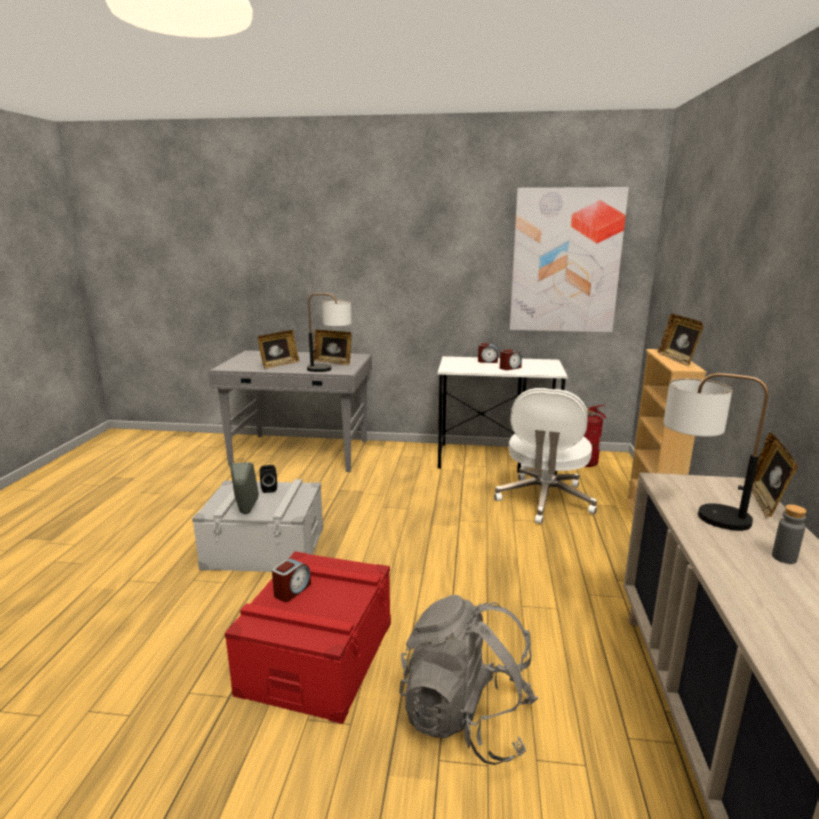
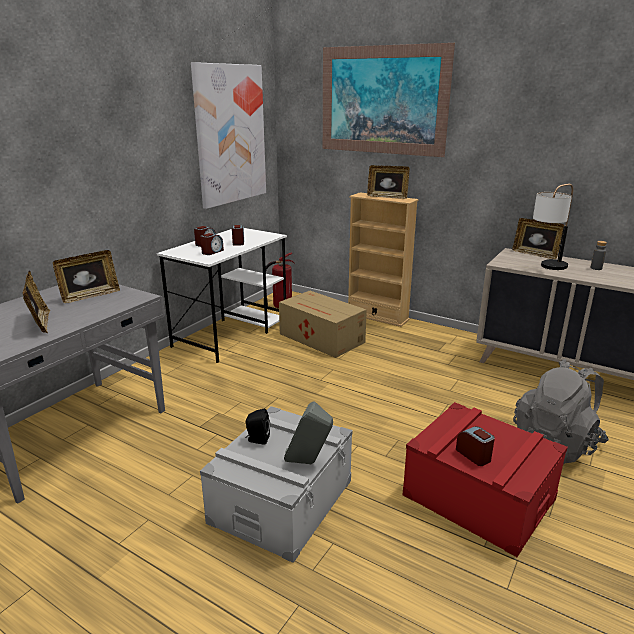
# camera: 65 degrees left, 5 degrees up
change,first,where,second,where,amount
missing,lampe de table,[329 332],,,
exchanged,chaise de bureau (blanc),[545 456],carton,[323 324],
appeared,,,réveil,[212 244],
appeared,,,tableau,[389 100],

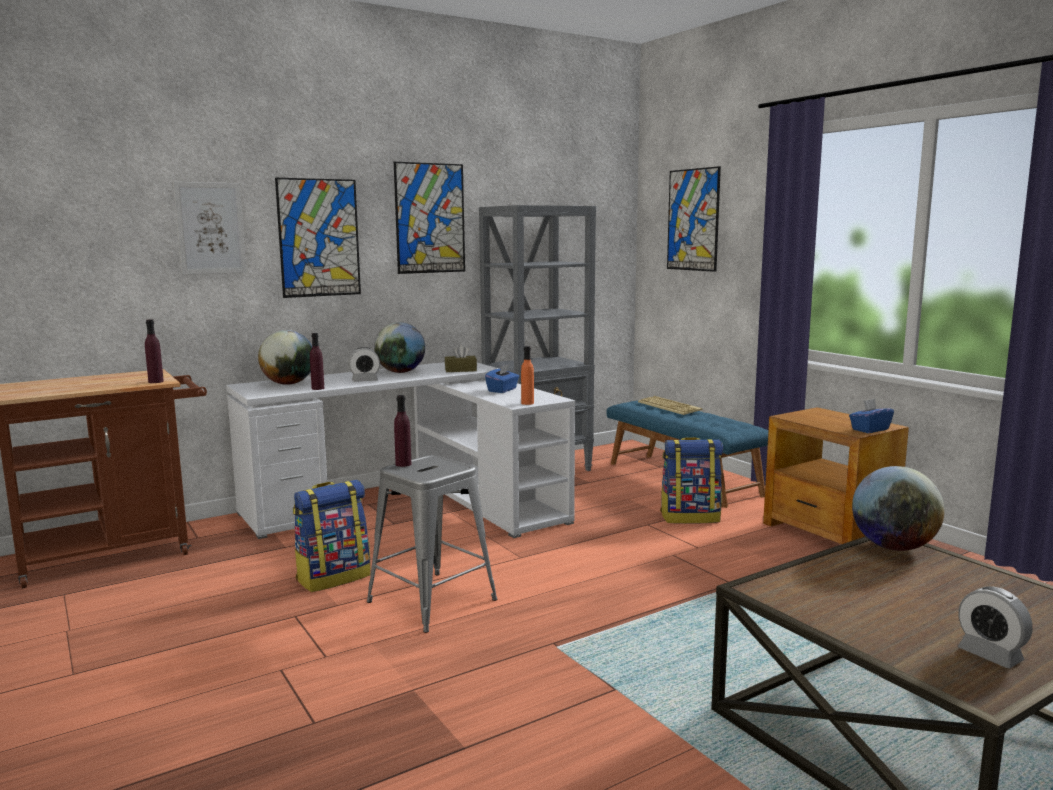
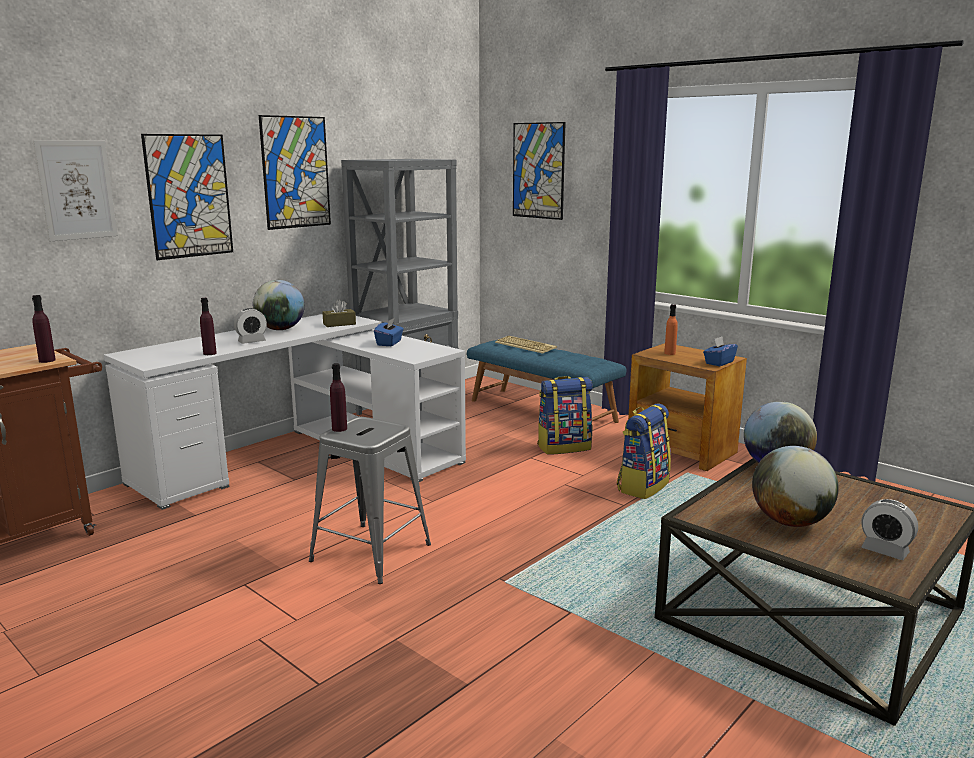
# camera: 15 degrees left, 5 degrees up
change,first,where,second,where,amount
relocated,globe,[285 357],,[795 486],
relocated,sac à dos,[332 536],,[644 451],
relocated,bouteille (orange),[527 375],,[671 329],

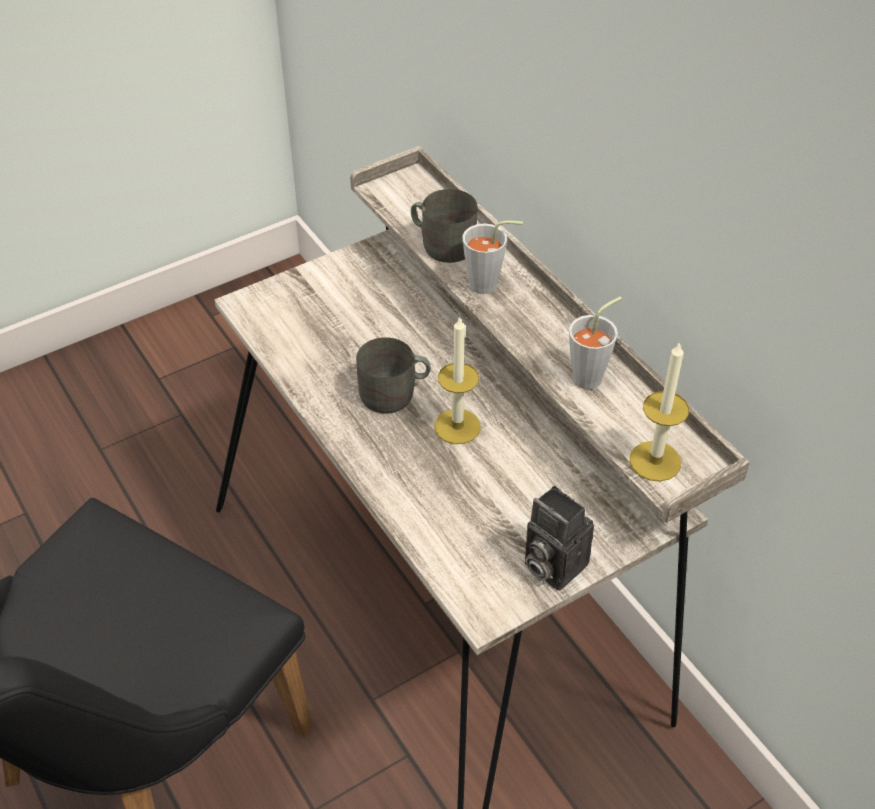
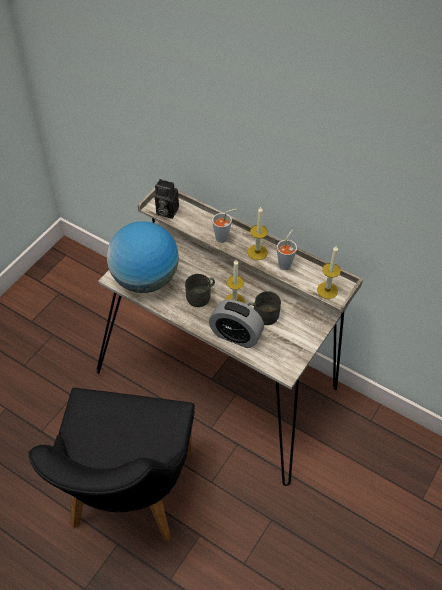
# camera: 25 degrees left, 5 degrees up
change,first,where,second,where,amount
relocated,mug (gris),[444 226],,[264 308],
relocated,appareil photo,[559 538],,[167 199],
appeared,,,globe,[143 257],
appeared,,,réveil,[236 324],
appeared,,,bougie,[257 233],

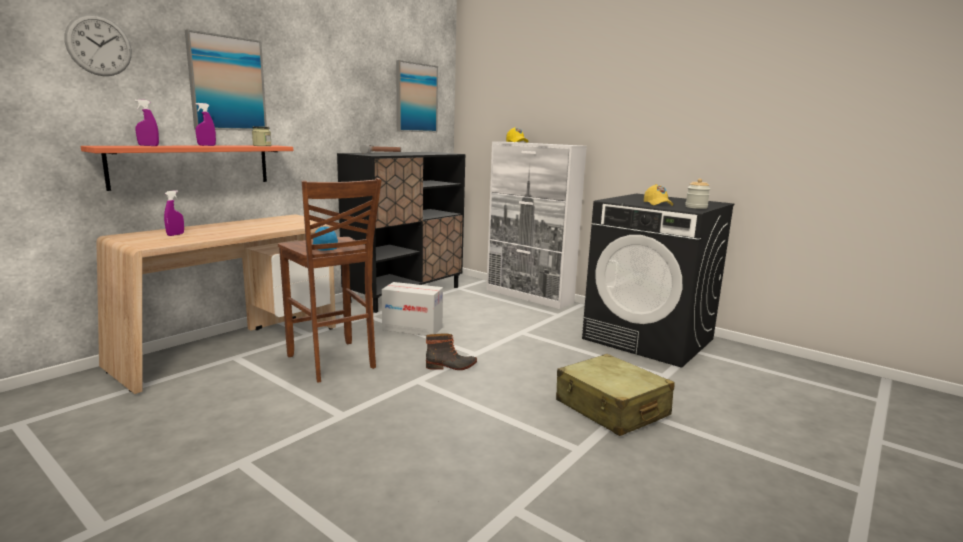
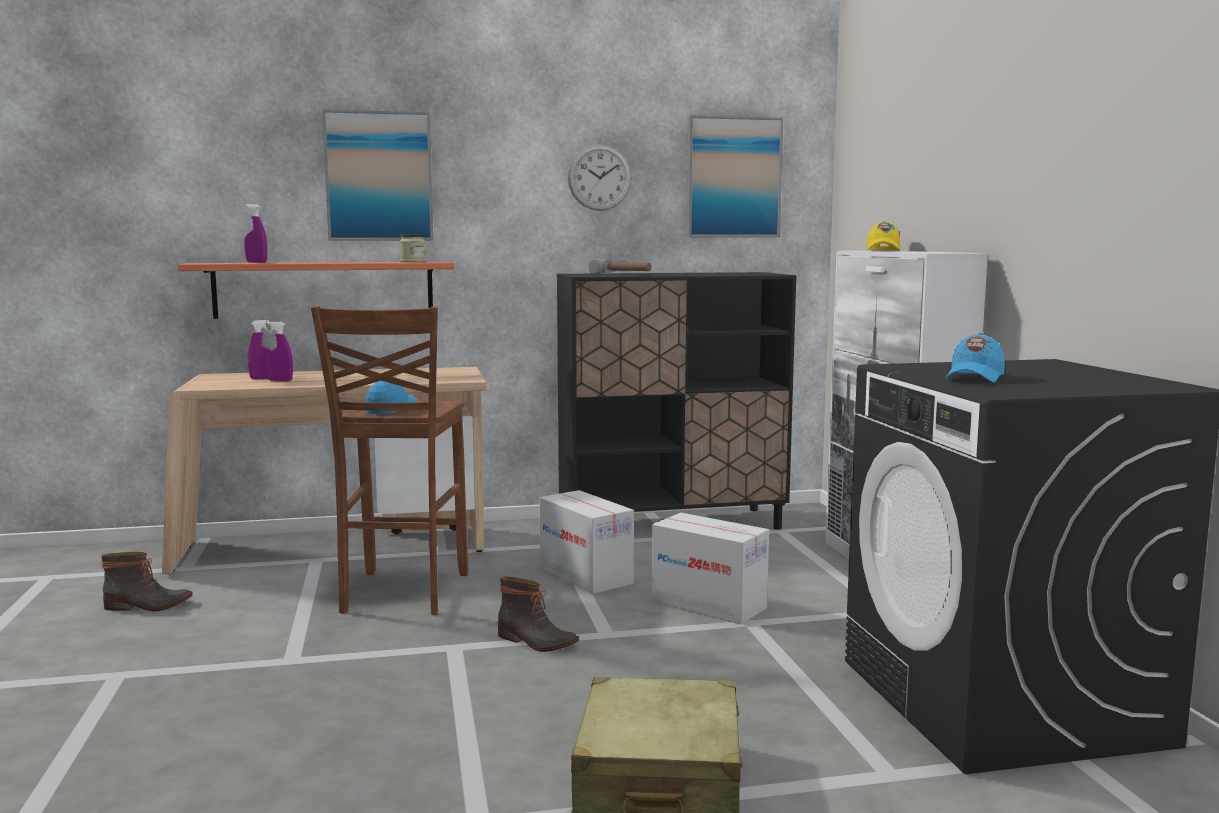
# camera: 40 degrees right, 5 degrees down
change,first,where,second,where,amount
relocated,horloge murale,[98 45],,[600 177],
relocated,vaporisateur (violet),[205 124],,[279 351],
colour,casquette (jaune),[658 195],casquette (bleu),[974 358],
missing,bocal,[697 194],,,
appeared,,,botte,[147 581],
appeared,,,carton,[710 568],

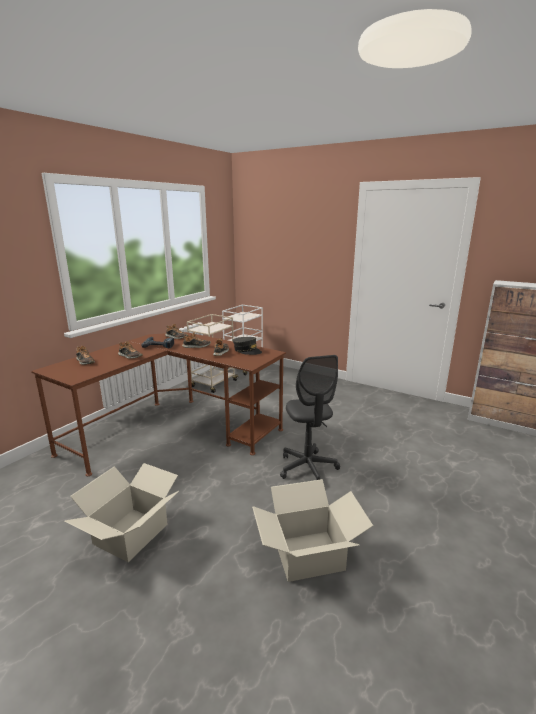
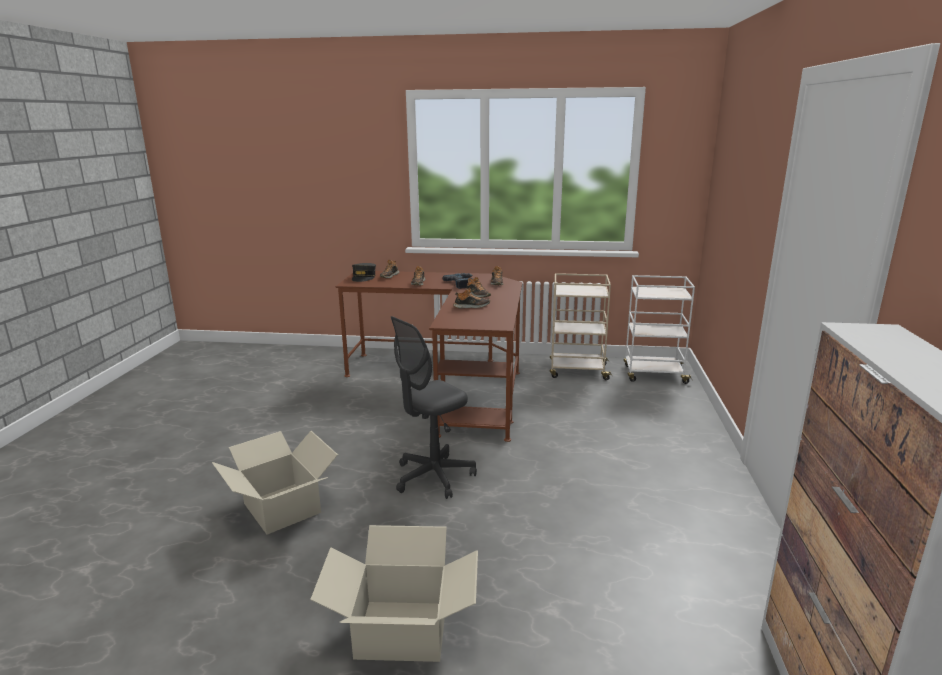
# camera: 65 degrees right, 0 degrees up
change,first,where,second,where,amount
relocated,carton,[122 512],,[394 593],
relocated,casquette (gris),[247 346],,[364 272],

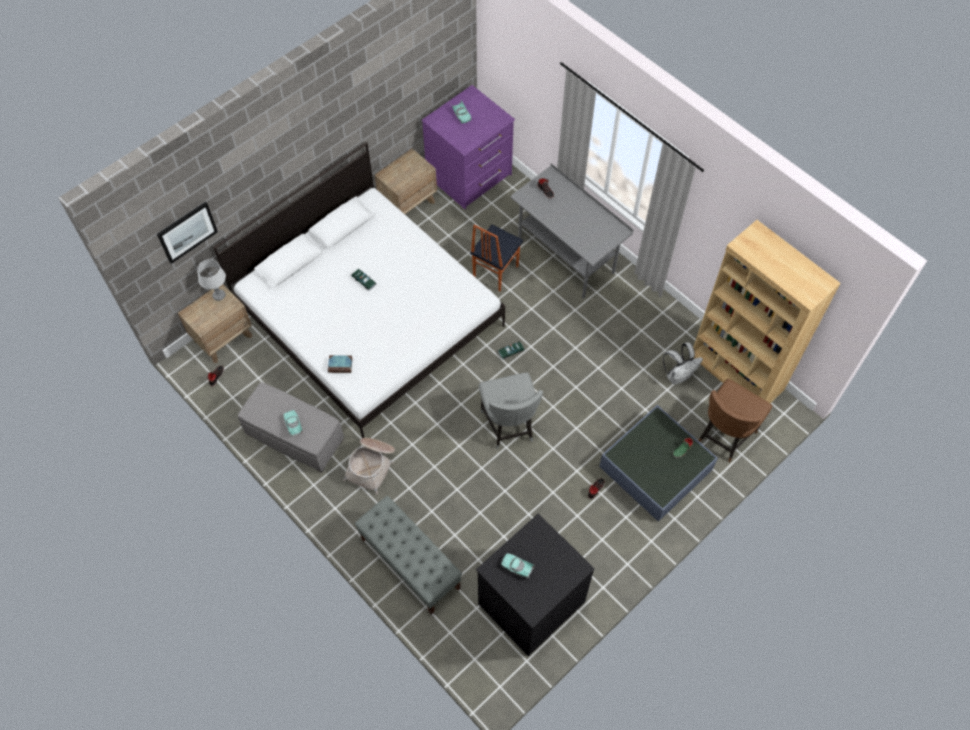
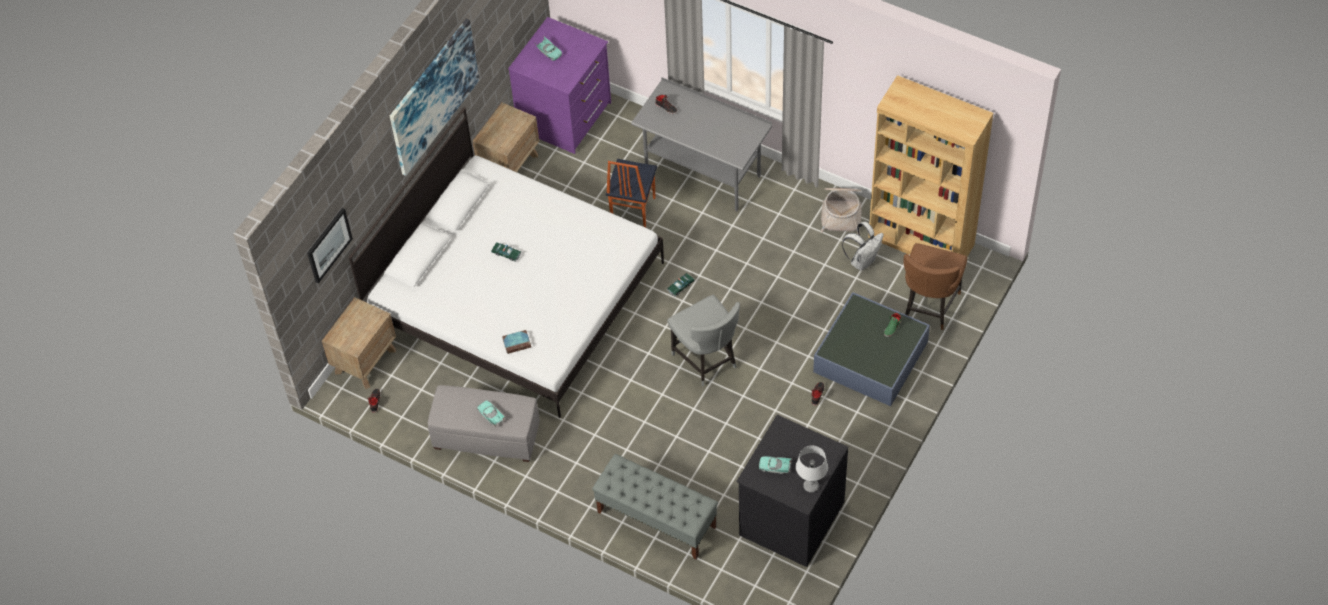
# camera: 15 degrees left, 5 degrees down
change,first,where,second,where,amount
relocated,lampe de table (gris),[211 280],,[812 469],
relocated,panier,[369 466],,[841 211],
appeared,,,tableau,[434 97],

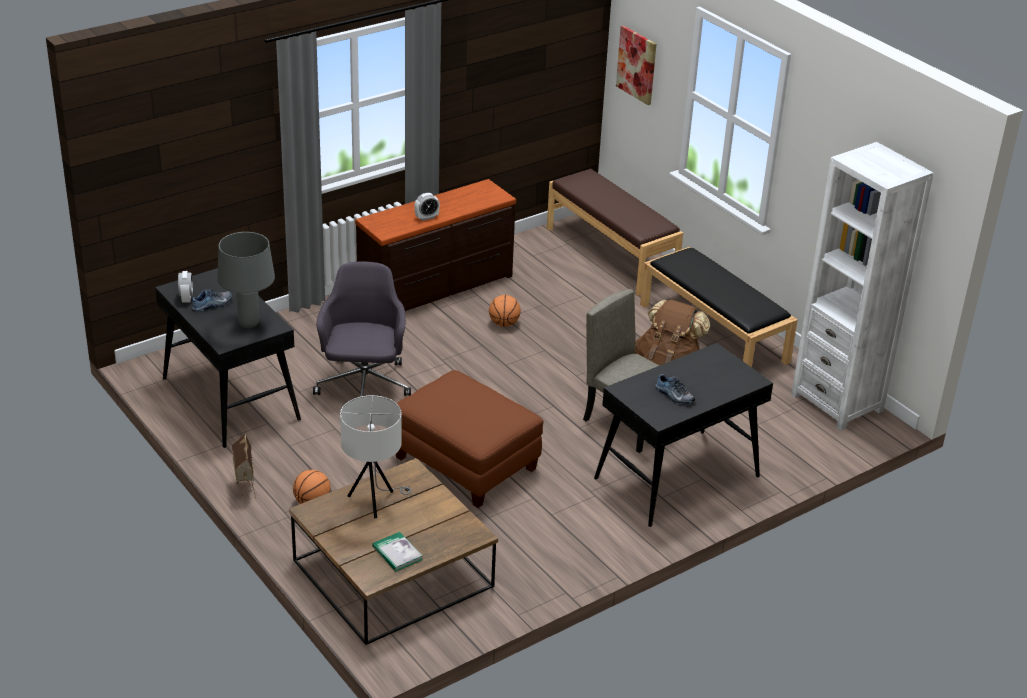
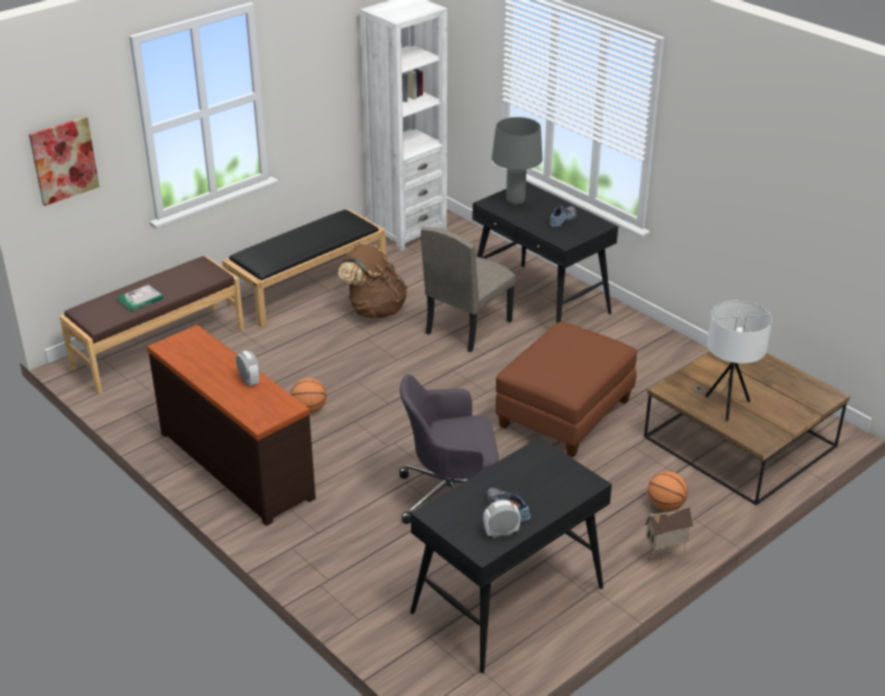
# camera: 95 degrees left, 0 degrees up
change,first,where,second,where,amount
relocated,lampe de table (gris),[246 280],,[517 161],
relocated,livre,[397 552],,[140 298],

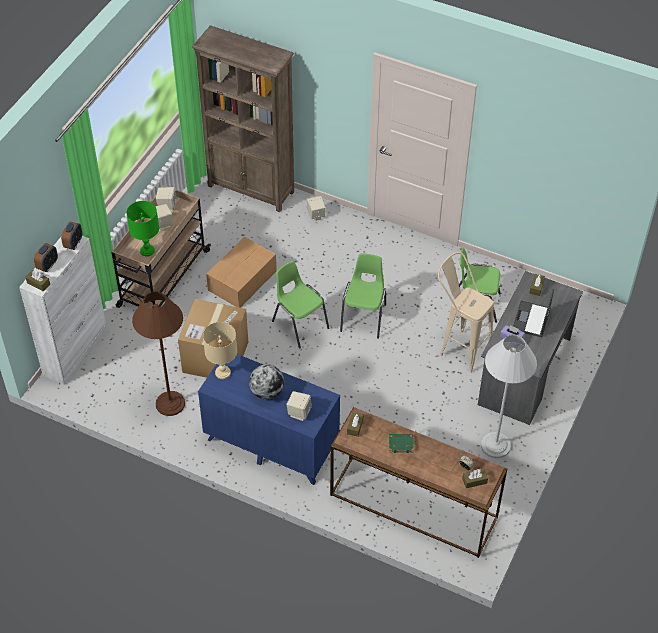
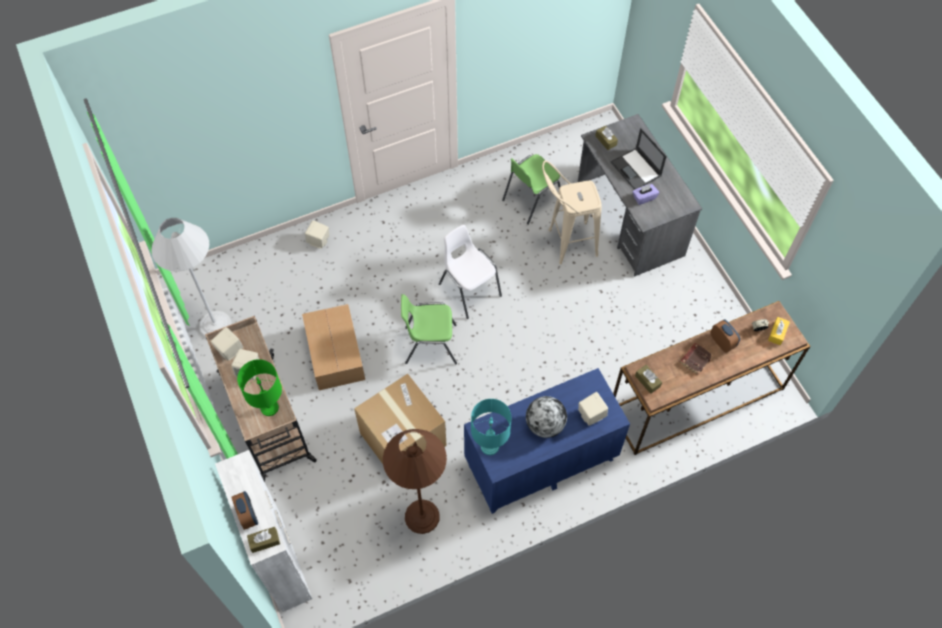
# camera: 50 degrees left, 10 degrees up
change,first,where,second,where,amount
relocated,réveil,[71 235],,[725 336],
missing,bibliothèque (marron),[243 118],,,
colour,lampe de table (beige),[220 350],lampe de table (turquoise),[491 427],
colour,chaise (vert),[363 296],chaise (blanc),[470 272],
colour,livre (vert),[401 443],livre (marron),[696 359],
colour,boîte à mouchoirs (marron),[475 478],boîte à mouchoirs (jaune),[779 331],
relocated,lampadaire (blanc),[509 396],,[191 277],

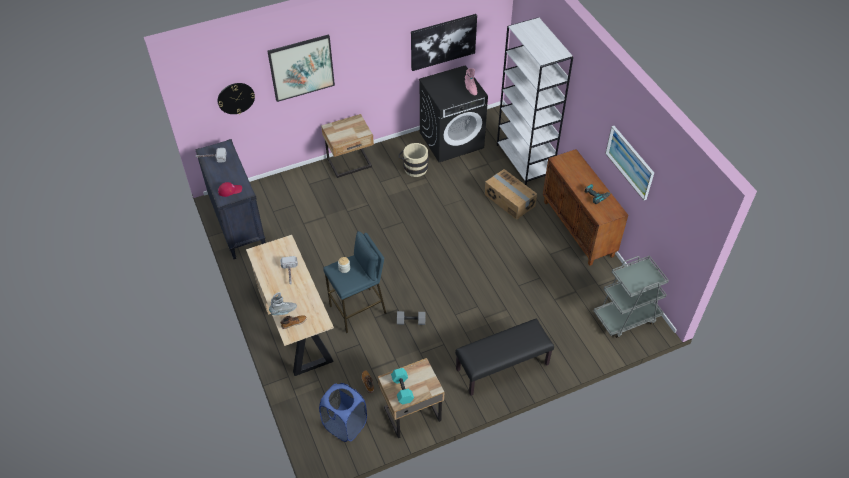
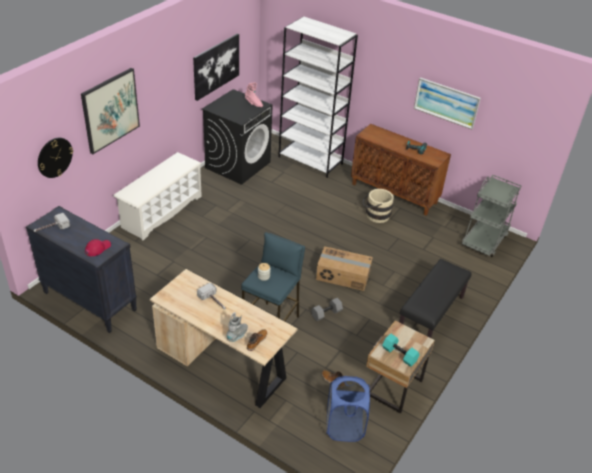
# camera: 35 degrees left, 10 degrees down
change,first,where,second,where,amount
exchanged,table de chevet (beige),[347 146],étagère à chaussures (blanc),[157 196],
relocated,seau (beige),[414 160],,[378 206],
relocated,carton,[511 194],,[344 268],

